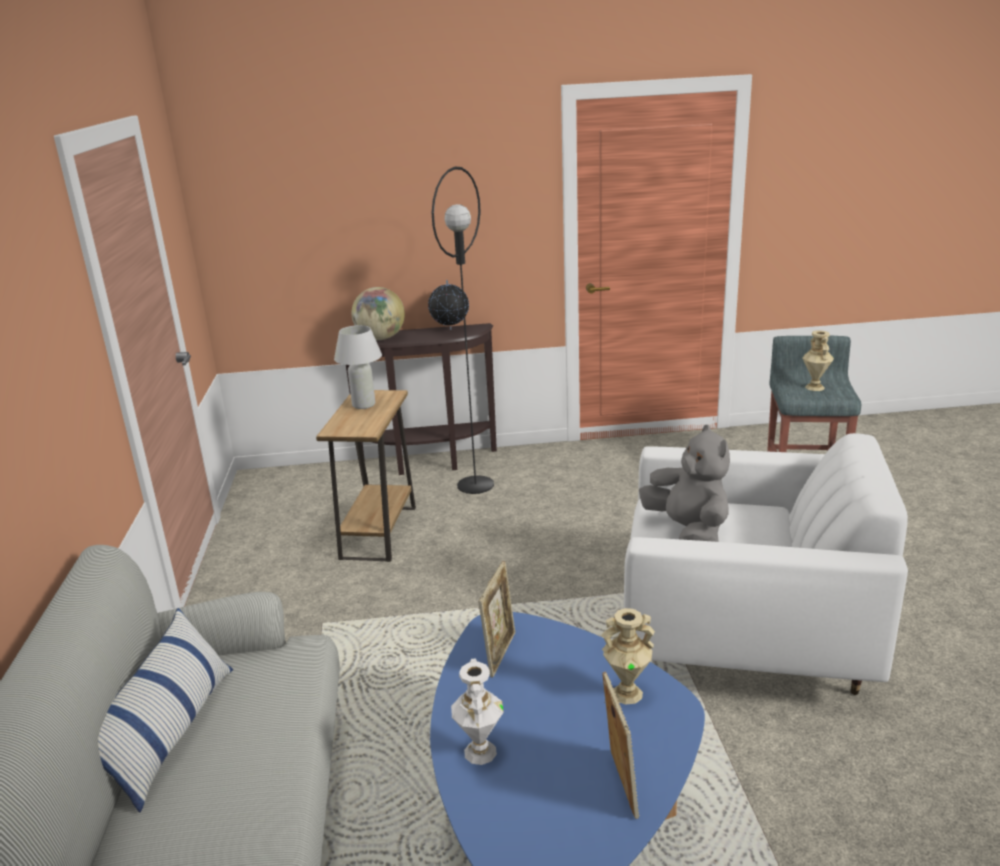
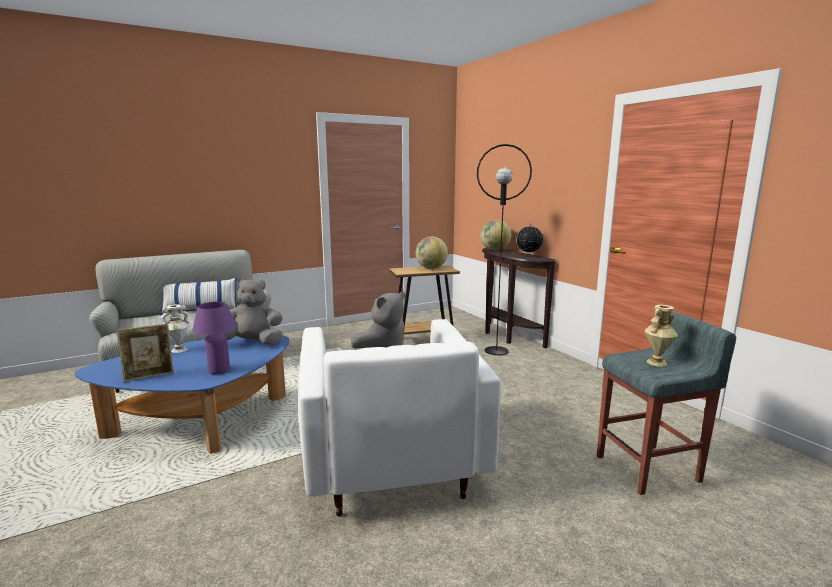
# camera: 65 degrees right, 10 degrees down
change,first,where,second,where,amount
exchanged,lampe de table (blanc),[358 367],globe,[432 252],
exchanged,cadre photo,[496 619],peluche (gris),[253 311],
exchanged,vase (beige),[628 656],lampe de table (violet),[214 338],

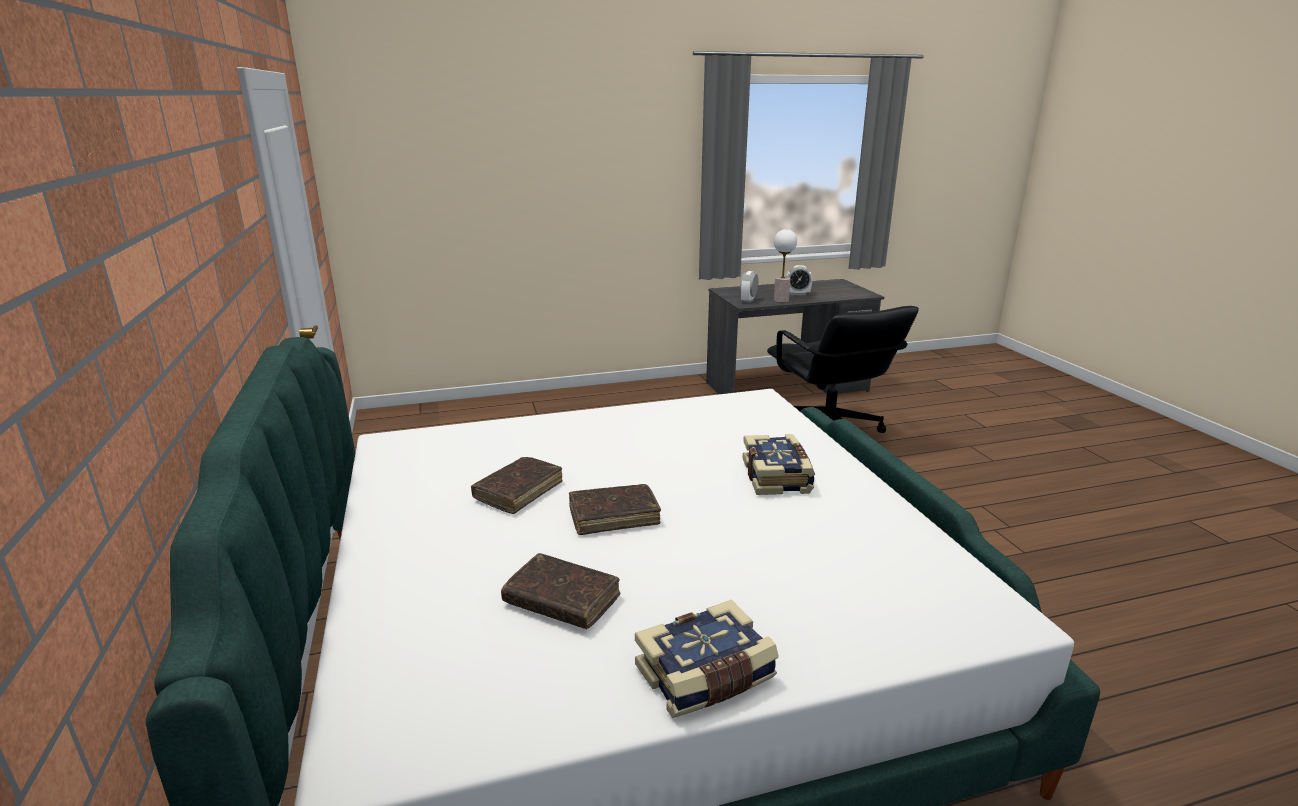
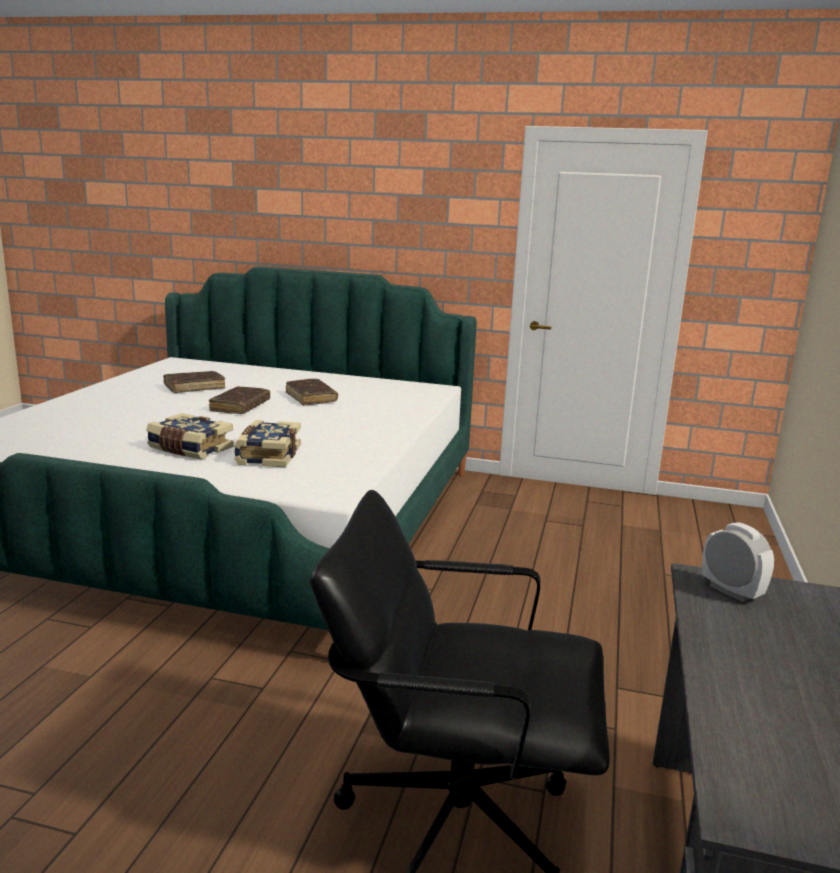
# camera: 120 degrees right, 5 degrees down
change,first,where,second,where,amount
relocated,livre,[707 659],,[267 443],
missing,lampe de table,[785 266],,,
missing,réveil,[799 280],,,

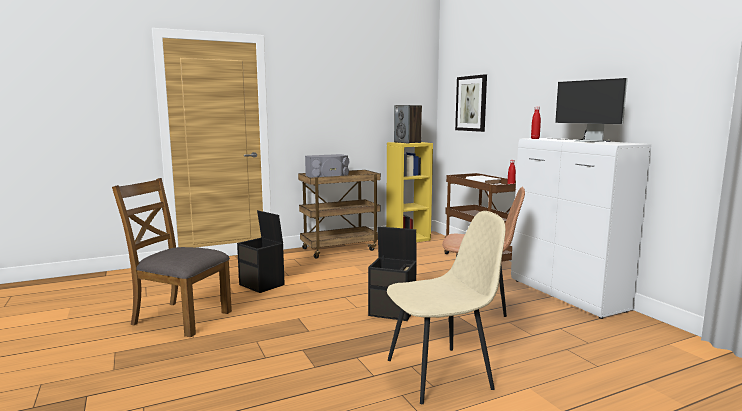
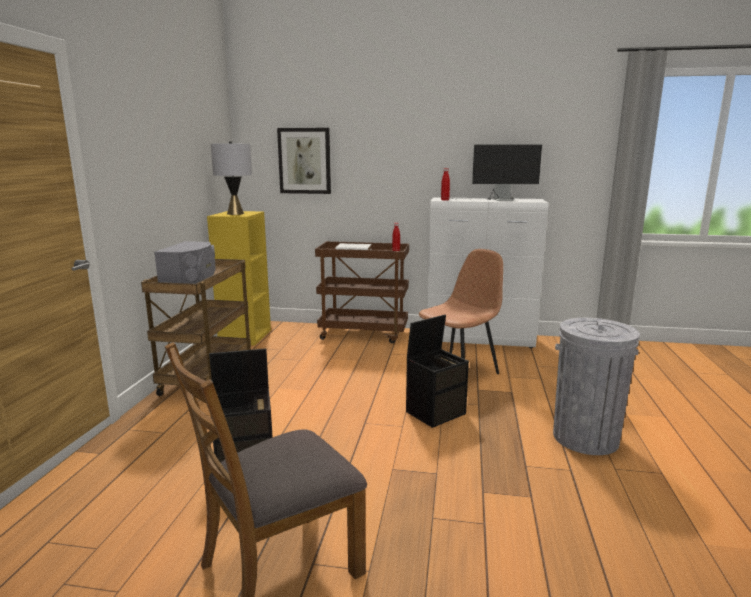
# camera: 55 degrees left, 5 degrees up
change,first,where,second,where,amount
exchanged,chaise (beige),[446 307],poubelle (gris),[596 386],
exchanged,enceinte,[408 124],lampe de table (gris),[231 178],

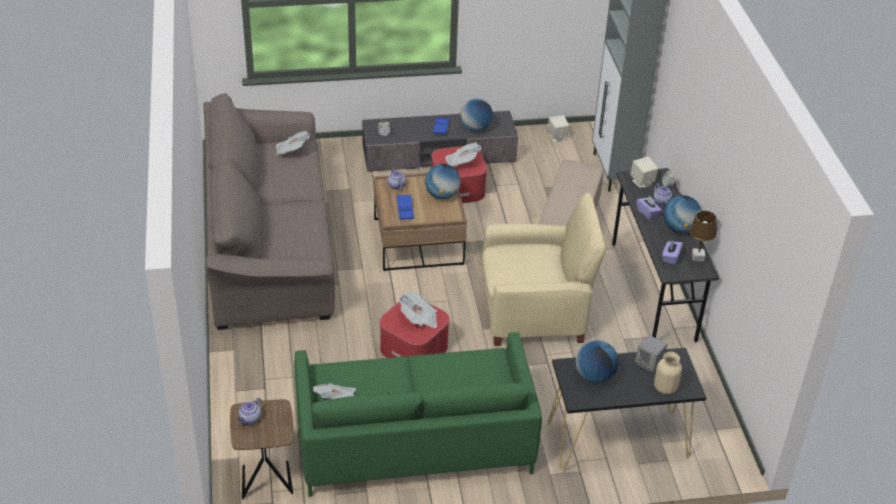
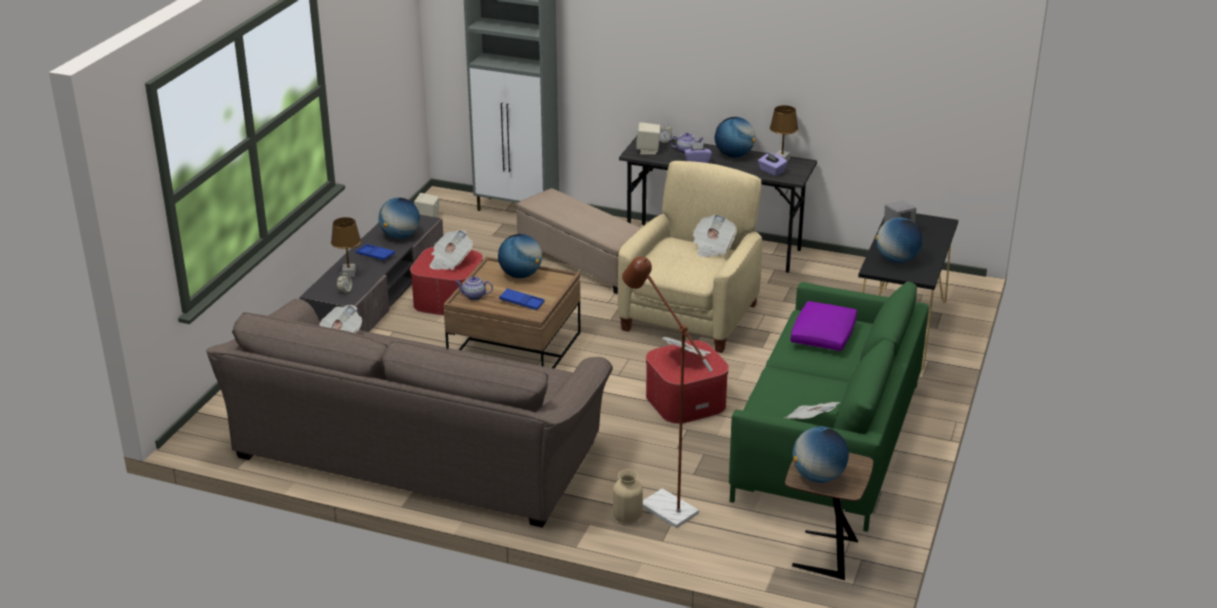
# camera: 60 degrees left, 10 degrees down
change,first,where,second,where,amount
exchanged,théière,[249 411],globe,[820 455],
relocated,vase (beige),[668 373],,[628 496],
appeared,,,lampe de table (marron),[346 247],
appeared,,,lampadaire (marron),[667 392],
appeared,,,journal,[715 235],
appeared,,,coussin (violet),[824 326],

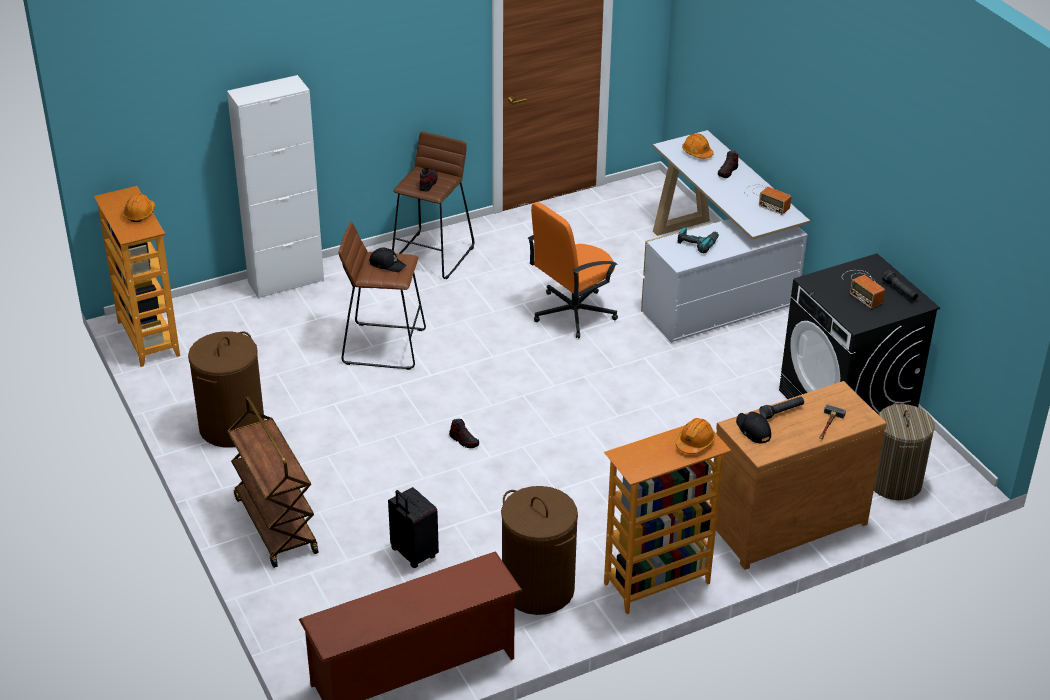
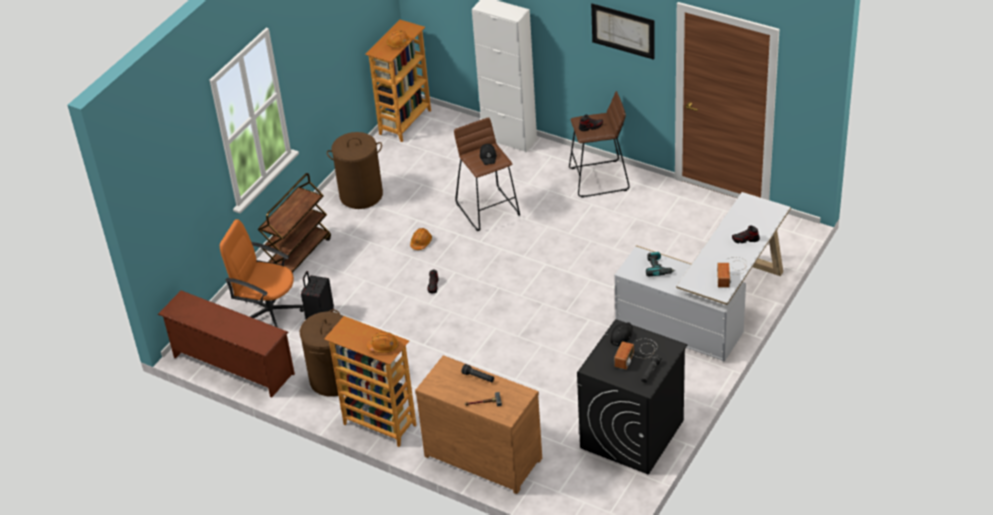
# camera: 60 degrees right, 5 degrees up
change,first,where,second,where,amount
relocated,chaise de bureau (orange),[573 270],,[262 273],
relocated,casque de chantier (orange),[698 146],,[421 239],
relocated,casquette (noir),[753 428],,[621 334],
missing,panier à linge,[904 451],,,
appeared,,,tableau,[622 31],

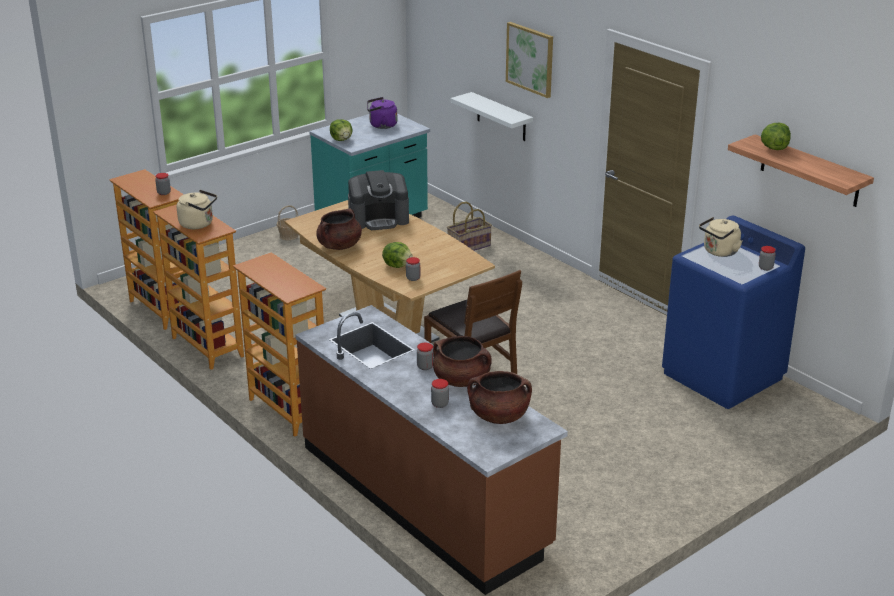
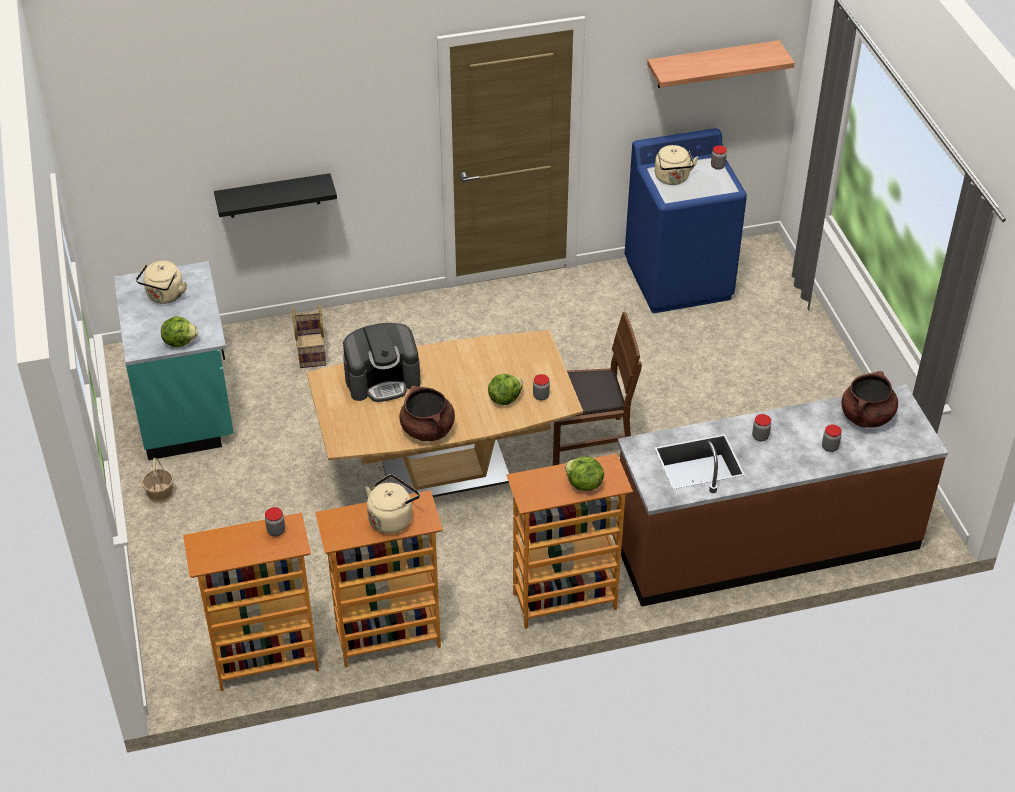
# camera: 65 degrees left, 15 degrees up
change,first,where,second,where,amount
spun,machine à café,[378 200],,[382 362],60 degrees clockwise
colour,bouilloire (violet),[382 113],bouilloire (beige),[161 282],
missing,marmite (marron),[462 361],,,
colour,étagère (blanc),[491 116],étagère (noir),[275 195],
missing,tableau,[529 60],,,
relocated,laitue,[776 136],,[584 473],

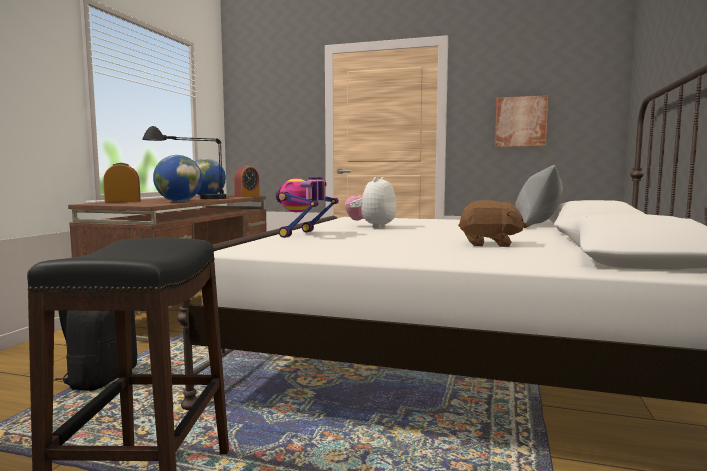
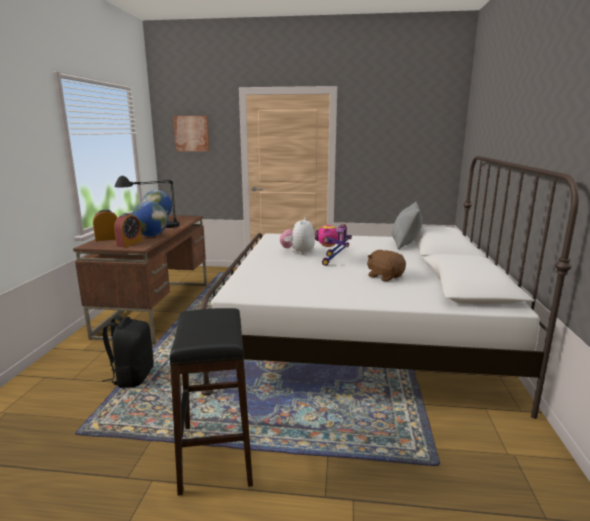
# camera: 10 degrees left, 10 degrees up
change,first,where,second,where,amount
relocated,réveil,[247 181],,[128 230],
relocated,robot jouet,[307 207],,[333 245],
spun,peluche (marron),[492 223],,[386 266],135 degrees counterclockwise
relocated,tableau,[521 121],,[191 133],

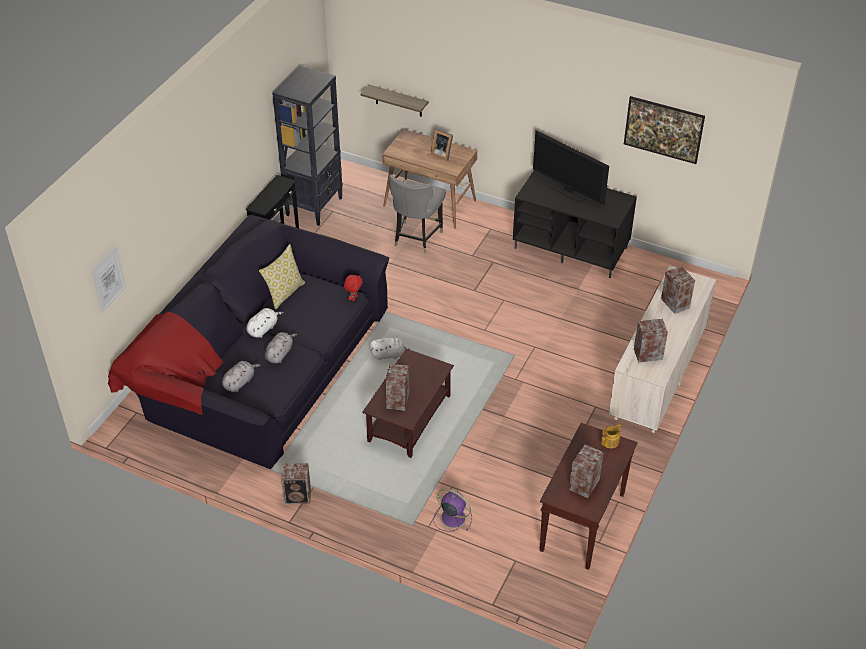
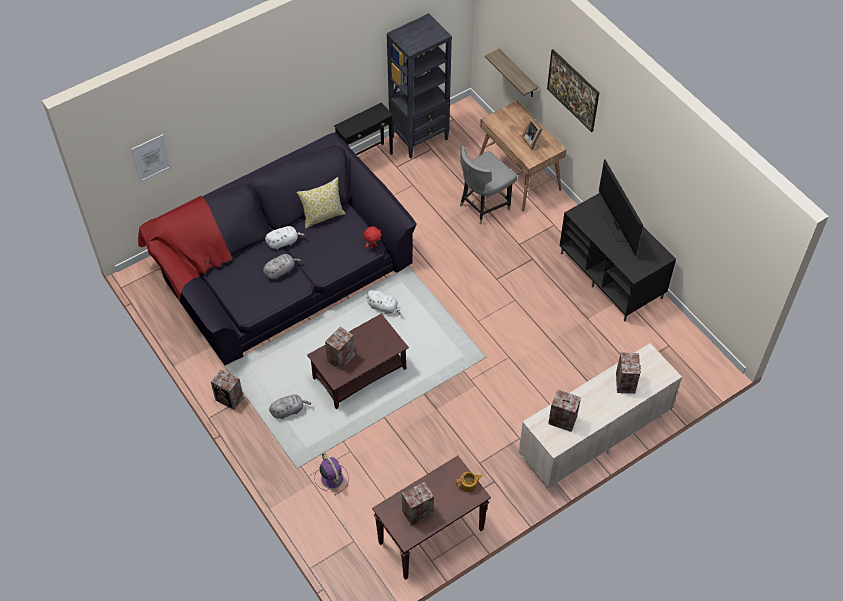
# camera: 30 degrees right, 10 degrees up
change,first,where,second,where,amount
relocated,peluche (gris),[241 376],,[290 406],
relocated,tableau,[664 130],,[573 90],

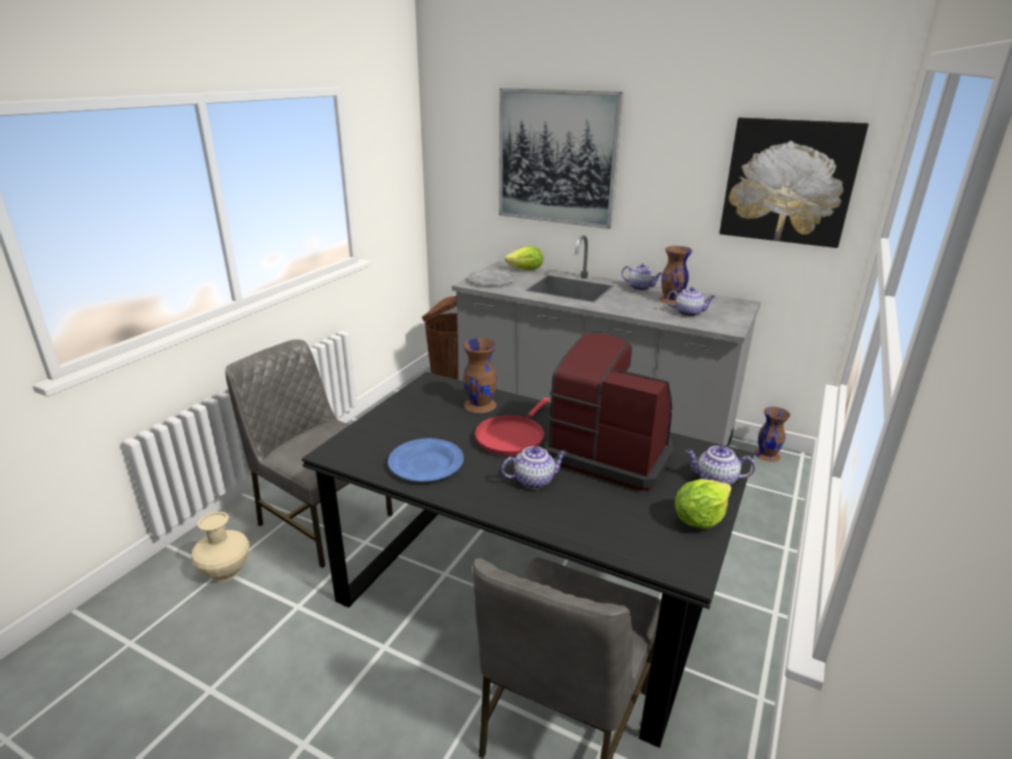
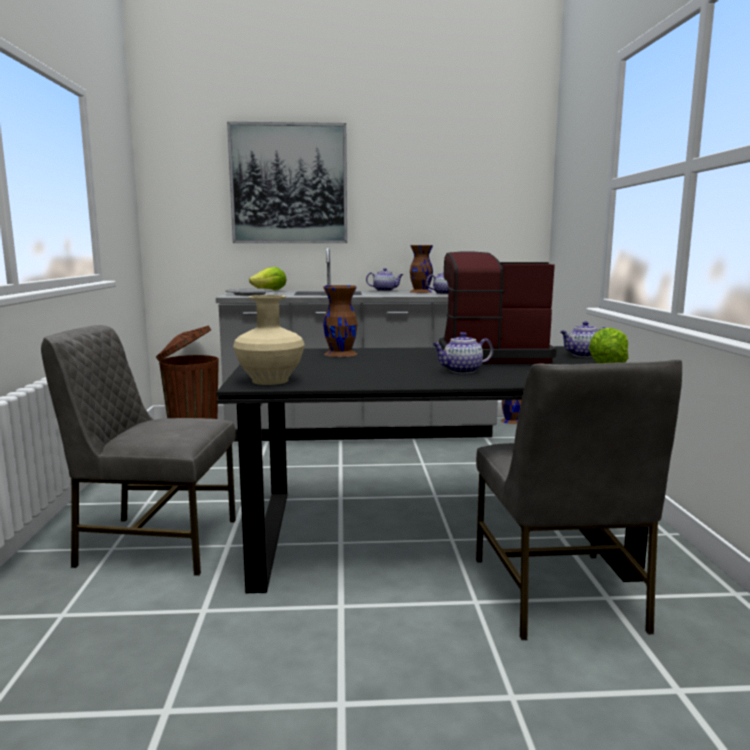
# camera: 30 degrees left, 15 degrees down
change,first,where,second,where,amount
relocated,vase (beige),[220 547],,[269 340],
missing,assiette (bleu),[426 460],,,
missing,poêle (rouge),[512 426],,,
spun,théière,[534 467],,[462 353],150 degrees counterclockwise
missing,tableau,[793 182],,,

